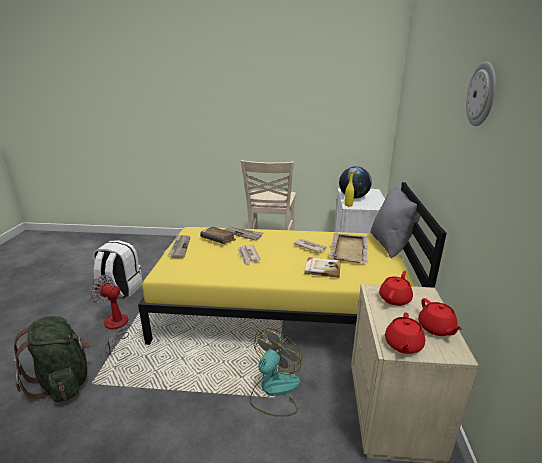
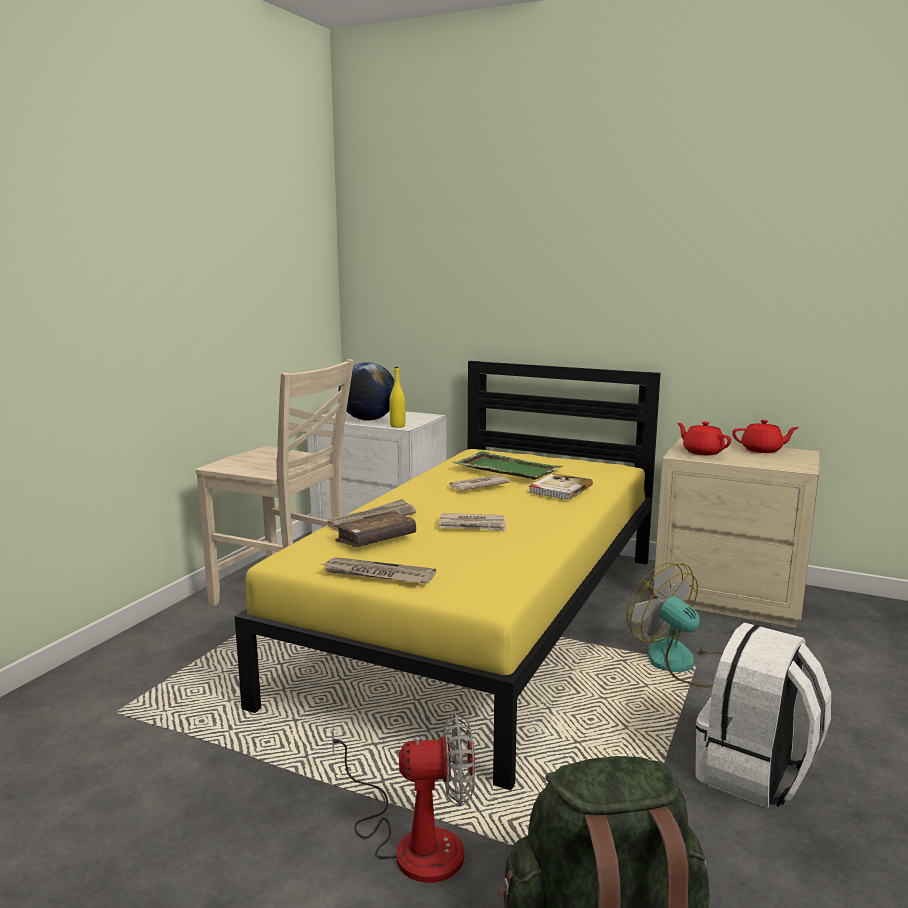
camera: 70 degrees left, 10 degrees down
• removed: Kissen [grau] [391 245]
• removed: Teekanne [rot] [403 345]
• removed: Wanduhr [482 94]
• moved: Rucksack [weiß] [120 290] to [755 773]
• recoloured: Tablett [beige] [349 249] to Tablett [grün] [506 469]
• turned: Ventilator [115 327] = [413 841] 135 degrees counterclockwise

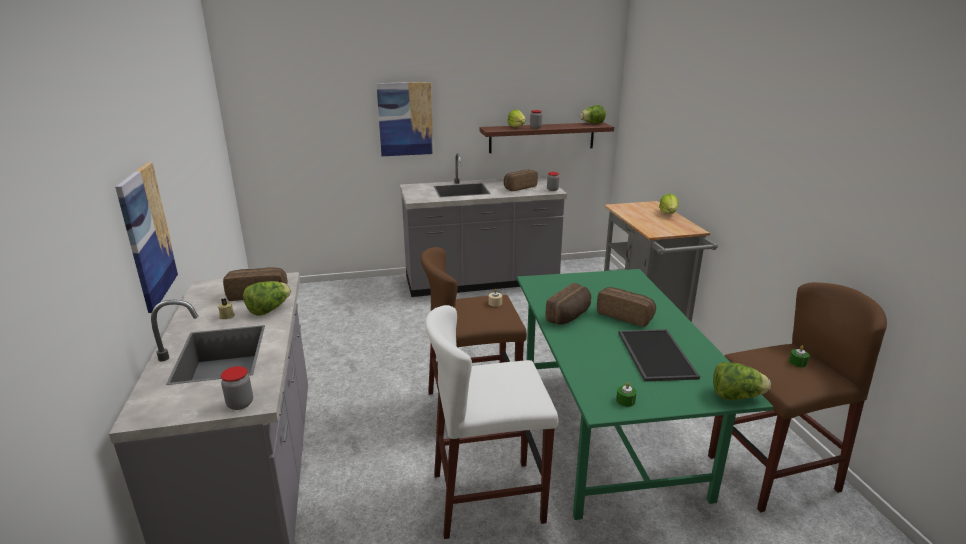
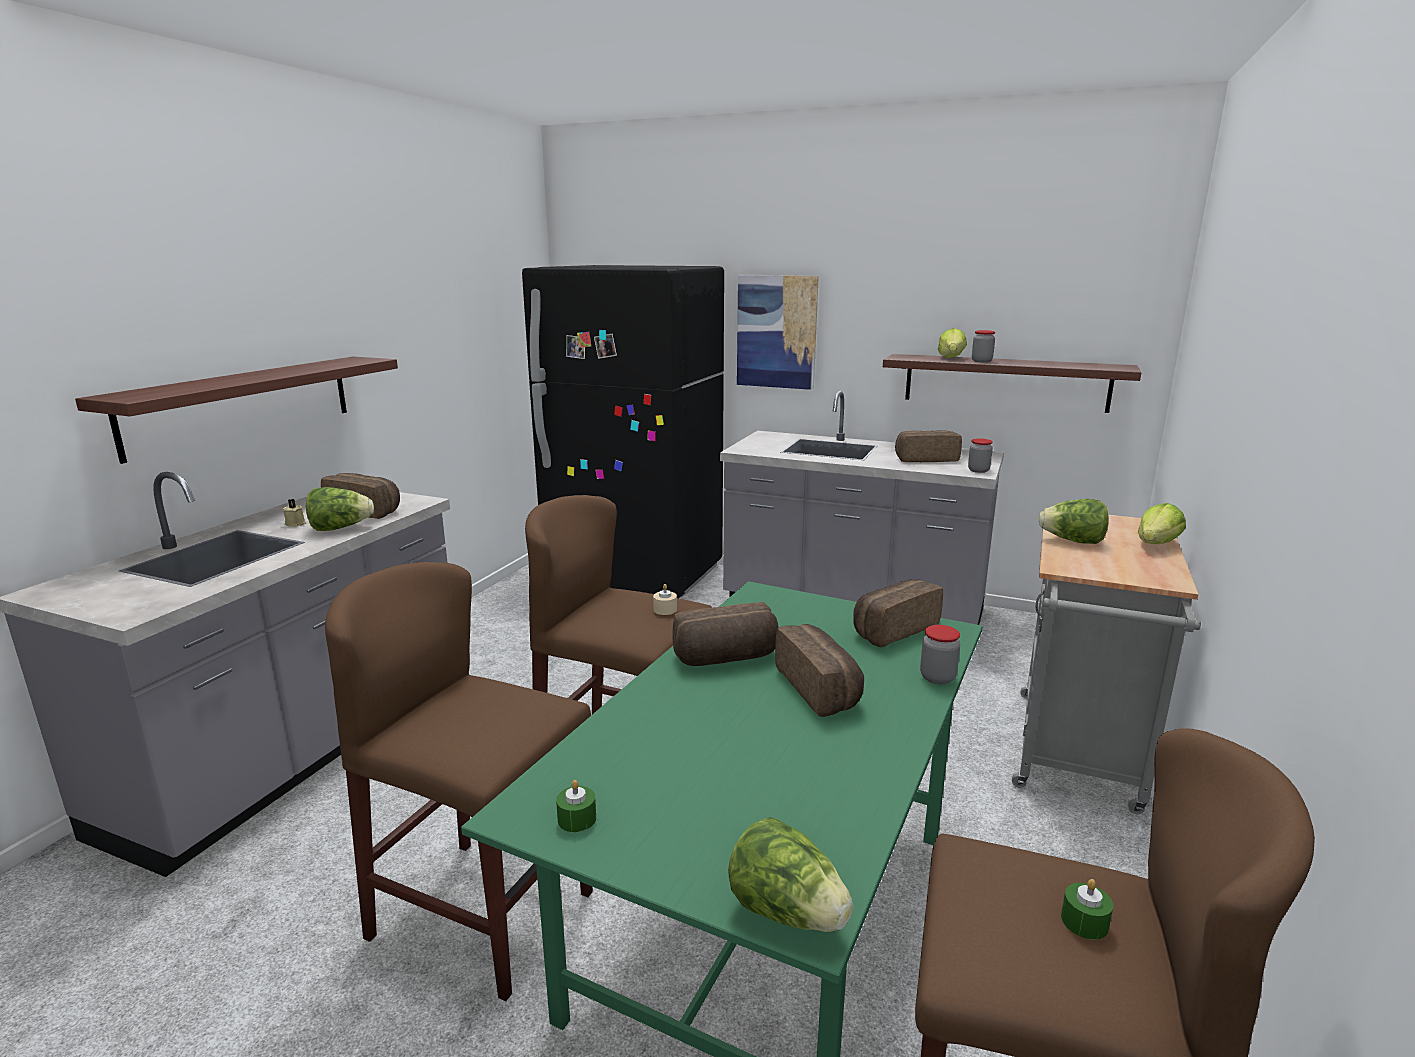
camera: 35 degrees right, 5 degrees down
• removed: Tablett [654 354]
• added: Kühlschrank [schwarz] [636 576]
• added: Brot [892 629]
• moved: Vorratsglas [240 404] to [937 678]
• moved: Salatkopf [592 123] to [1072 541]
• replaced: Bild [147 235] to Wandregal [242 404]
• recoloured: Hocker [weiß] [488 497] to Hocker [braun] [483 914]

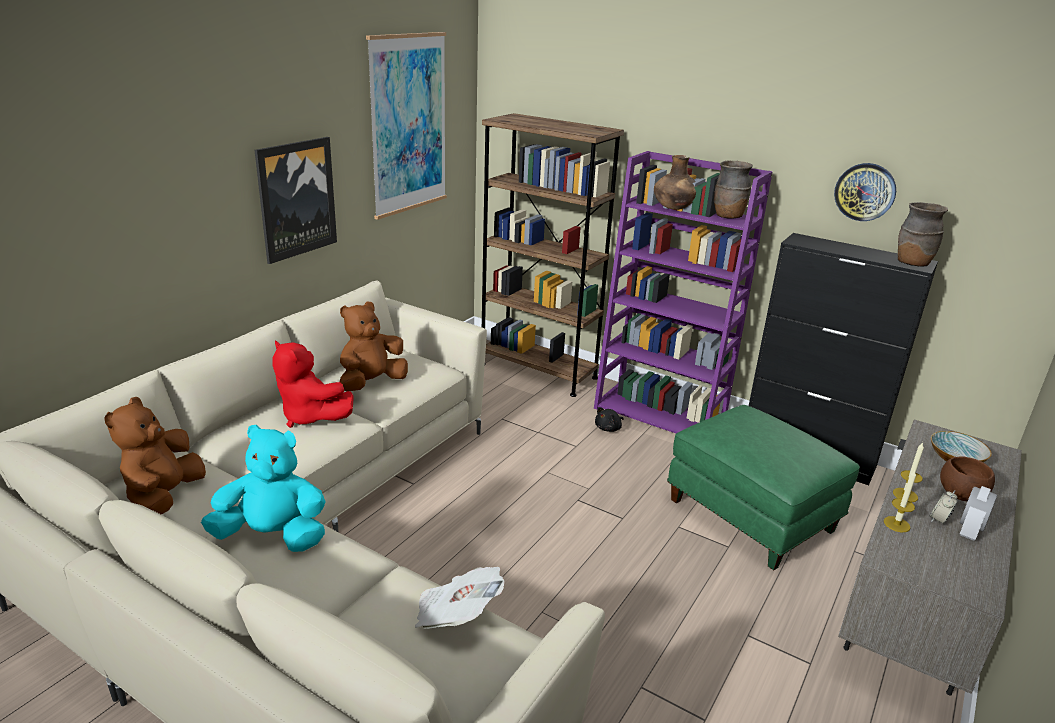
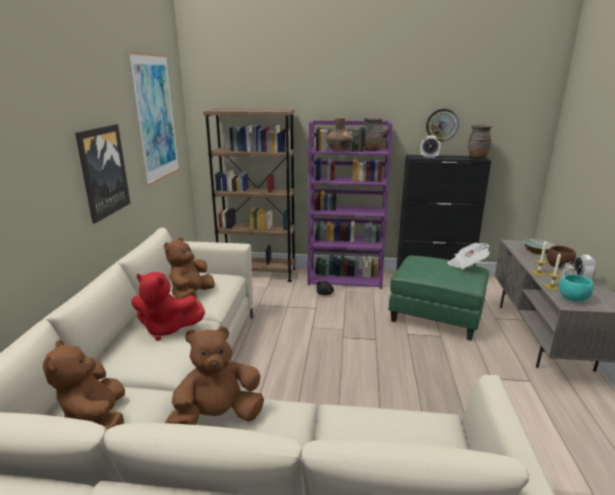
camera: 25 degrees left, 5 degrees down
• added: Wecker [429 157]
• added: Schüssel [türkis] [573 299]
• moved: Zeitung [457 615] to [466 265]
• recoloured: Plüschtier [türkis] [273 536] to Plüschtier [braun] [218 417]

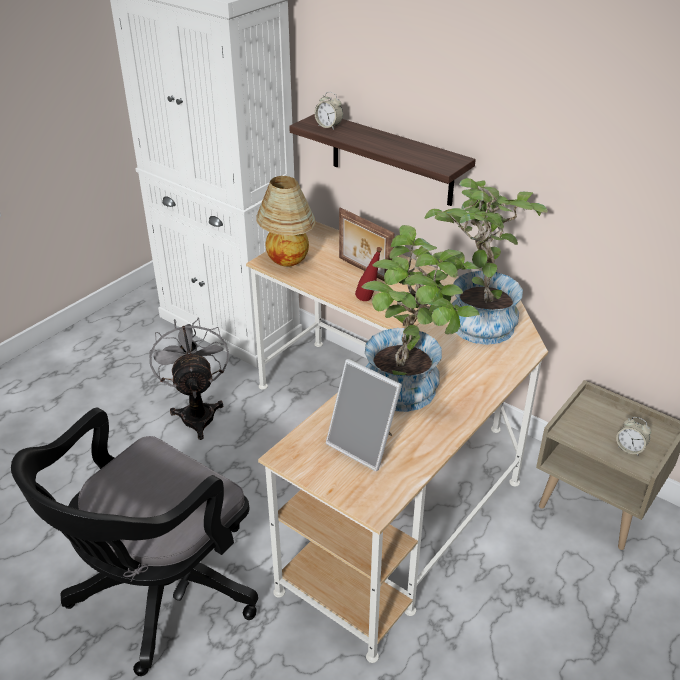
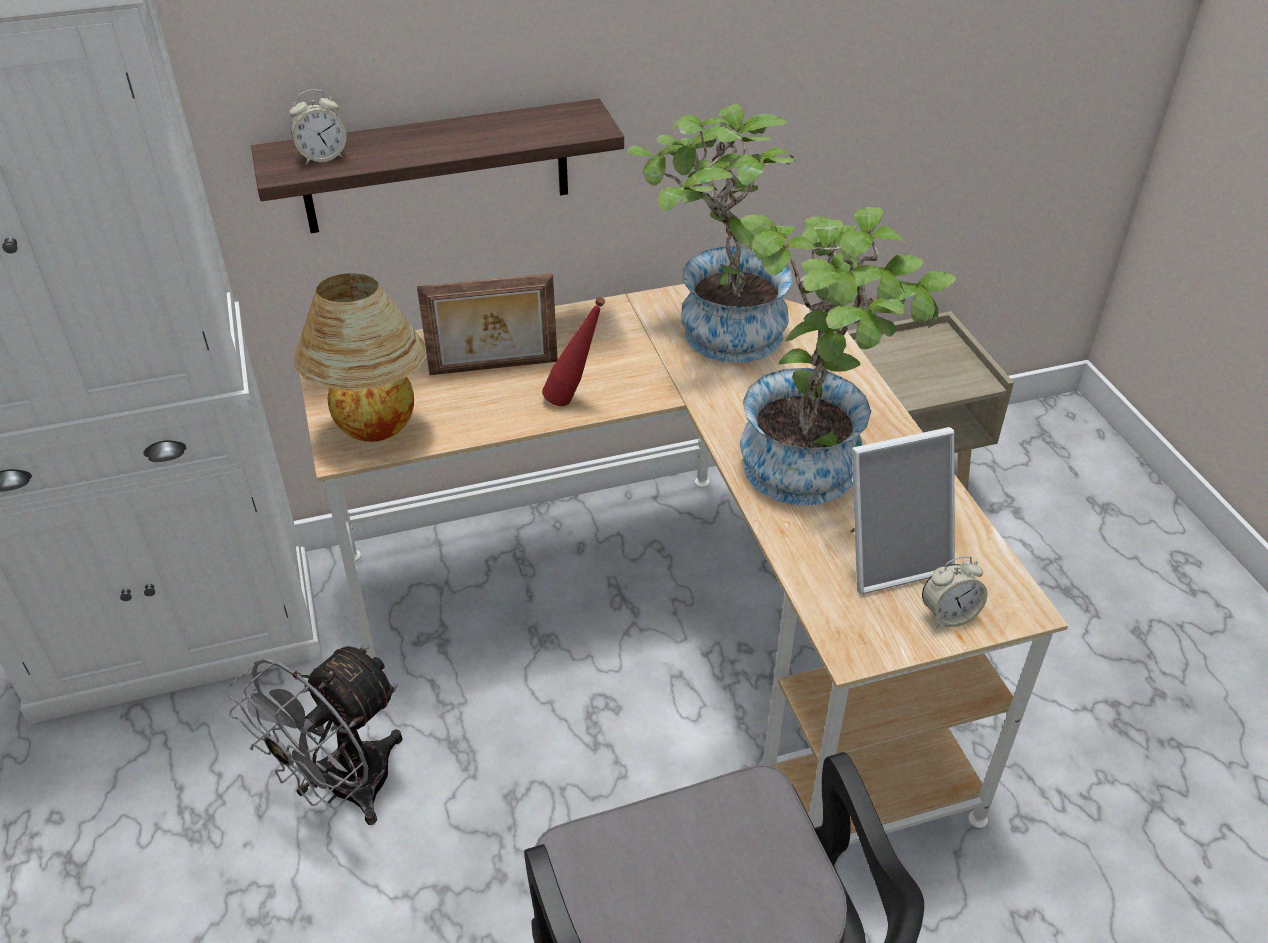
camera: 55 degrees left, 5 degrees up
• moved: Wecker [630 448] to [948 615]
• turned: Ventilator [grau] [197 412] = [343 789] 75 degrees counterclockwise

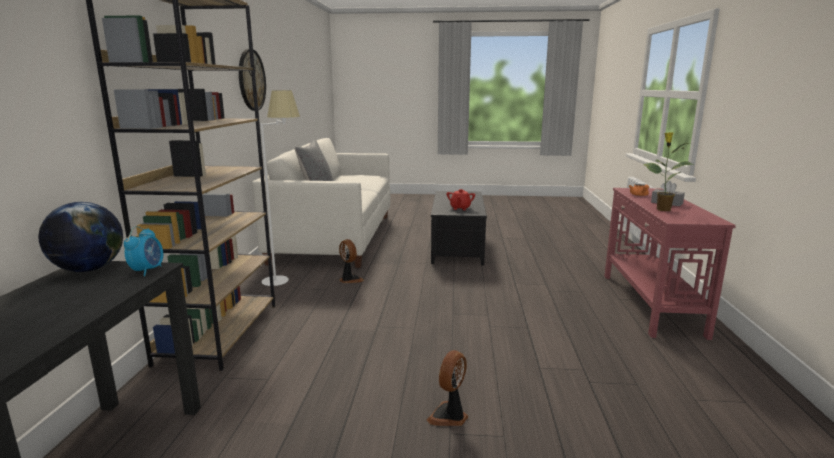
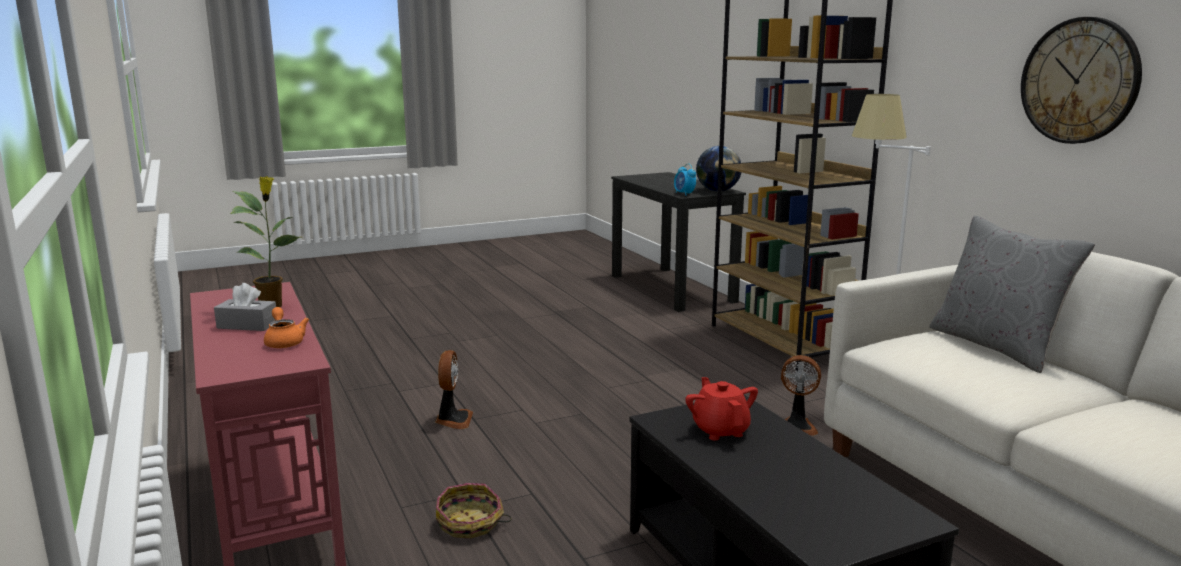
camera: 150 degrees right, 0 degrees up
• added: Korb [470 523]
• moved: Ventilator [449 416] to [453 420]

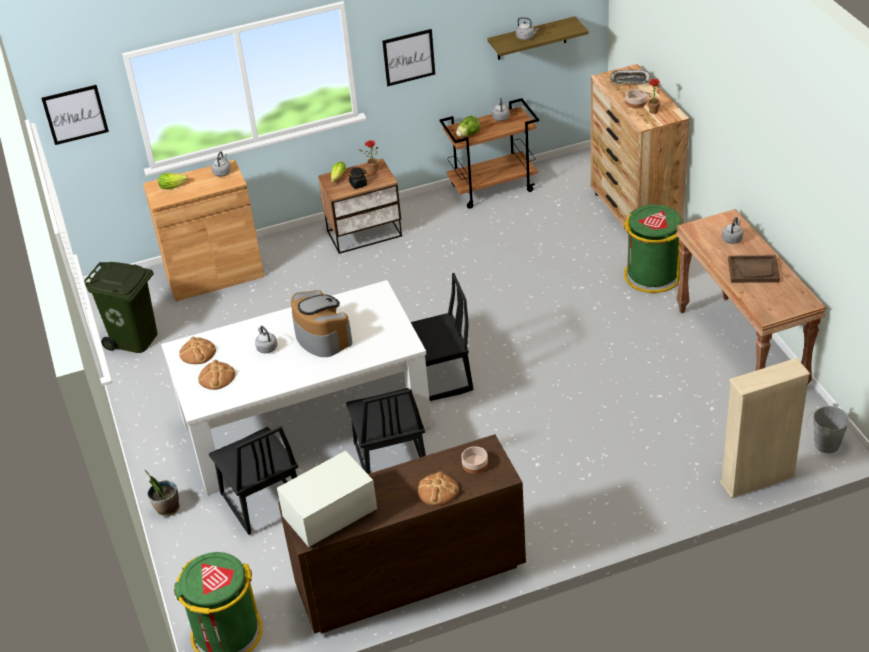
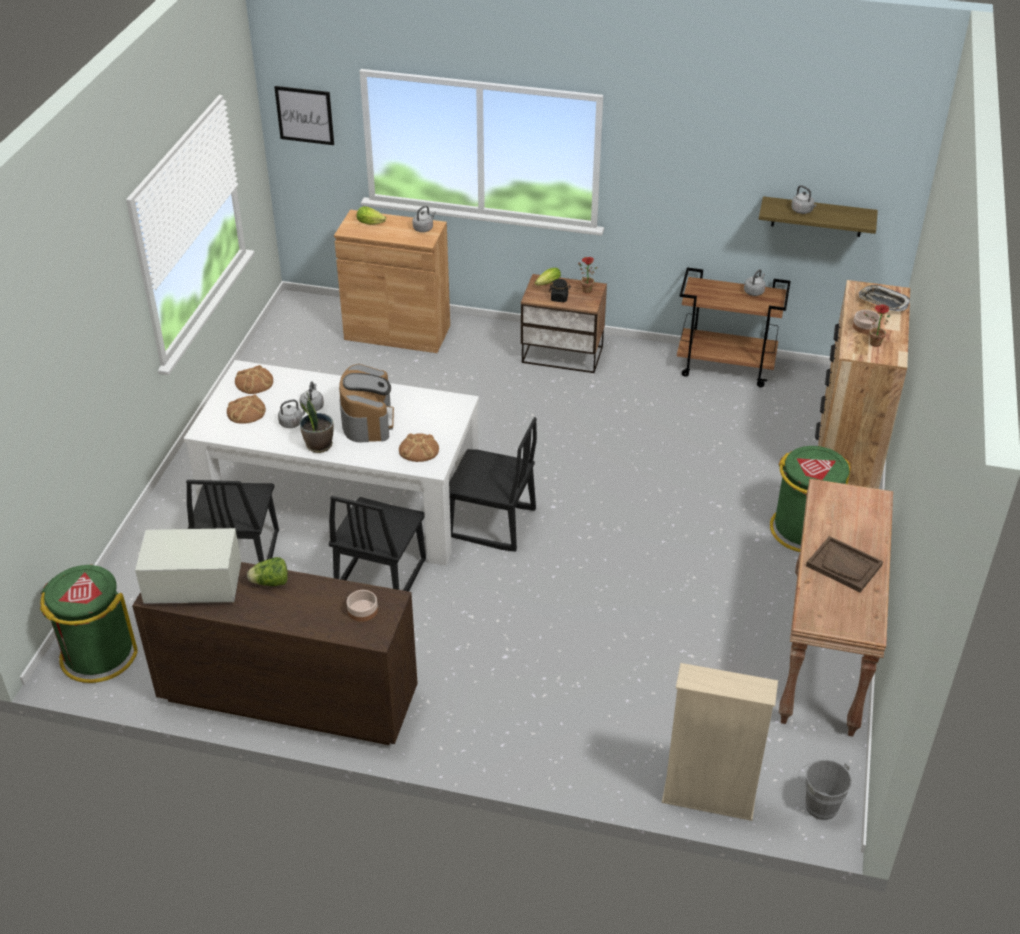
camera: 30 degrees right, 0 degrees up
• removed: Mülleimer [grün] [134 339]
• removed: Bild [409 57]
• moved: Topfpflanze [167 508] to [318 445]
• moved: Brot [438 491] to [418 449]
• moved: Salatkopf [468 135] to [270 582]
• moved: Wasserkessel [grau] [732 238] to [292 423]

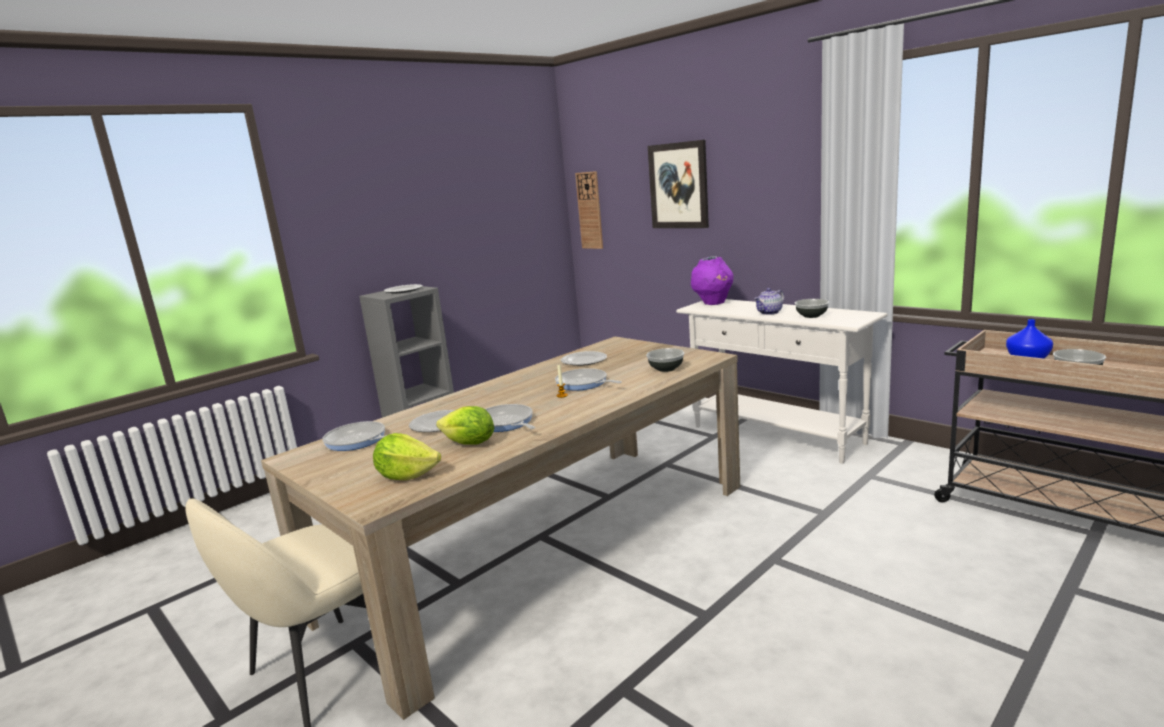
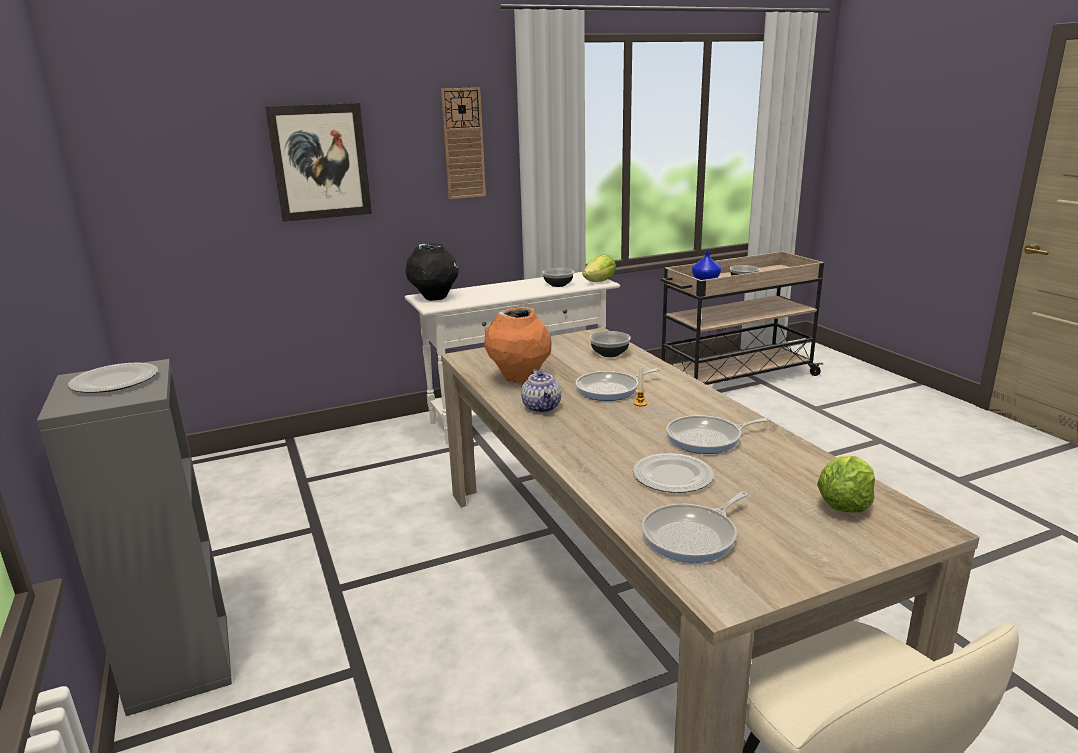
camera: 70 degrees left, 5 degrees up
• moved: Salatkopf [469 444] to [600 282]
• moved: Wanduhr [590 210] to [463 144]
• moved: Teekanne [769 312] to [542 407]
• replaced: Teller [584 360] to Vase [orange] [519 378]
• recoloured: Vase [lila] [713 303] to Vase [schwarz] [434 298]

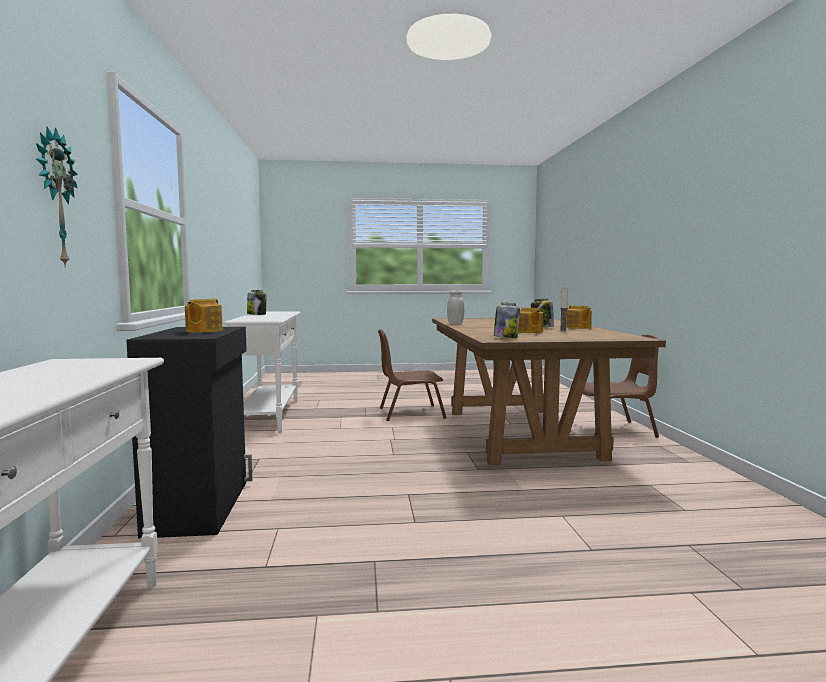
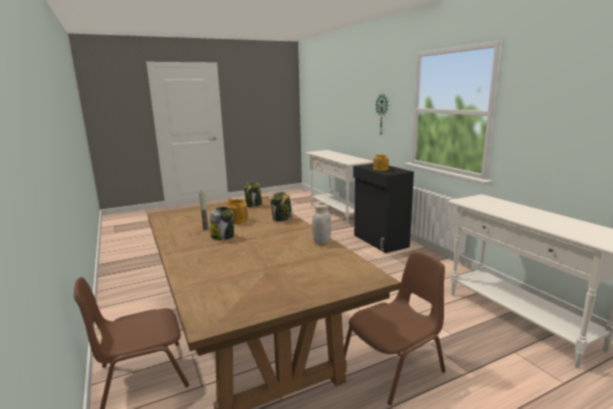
camera: 160 degrees right, 10 degrees up
• removed: Teekanne [578 327]
• moved: Vorratsglas [257 314] to [282 219]

